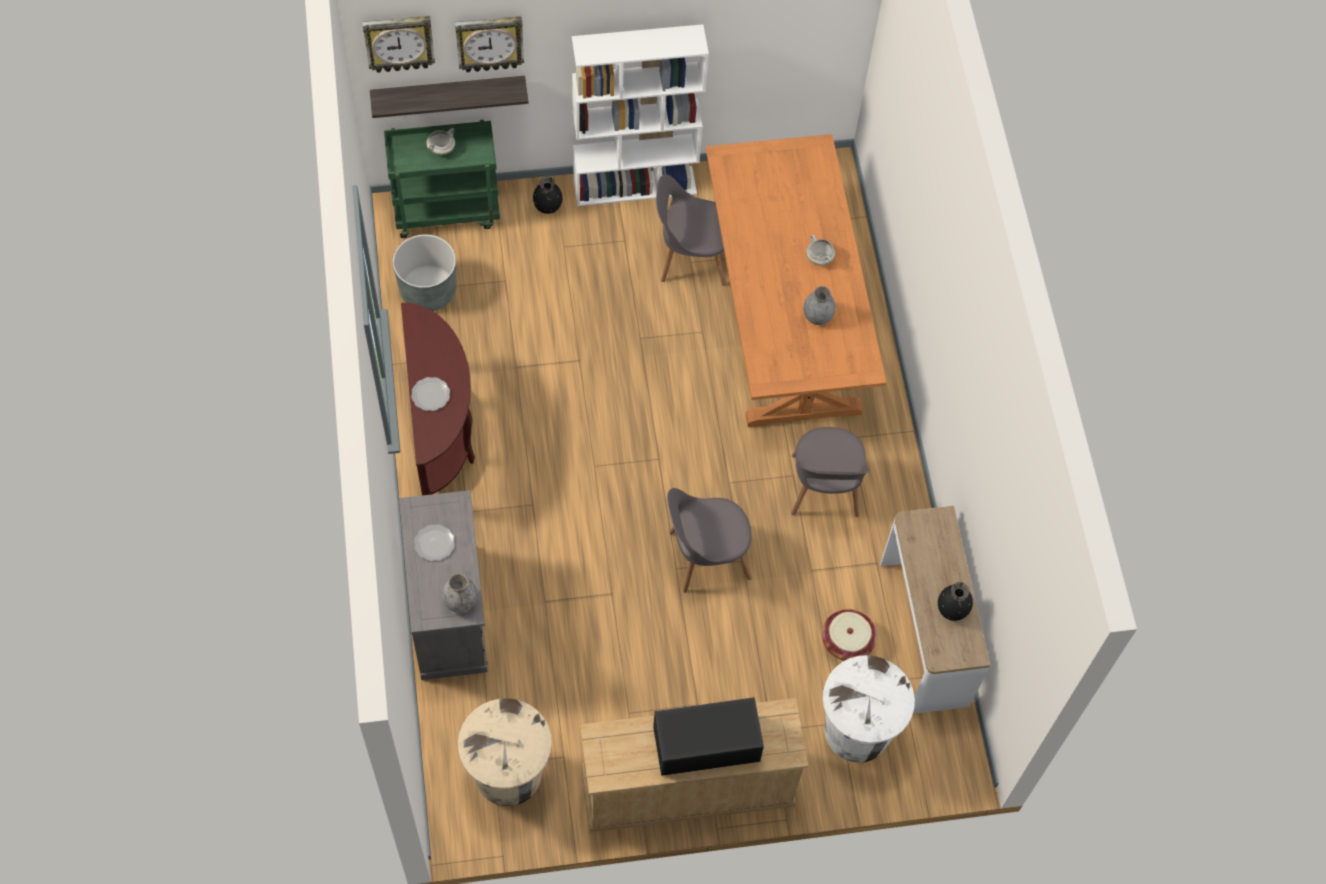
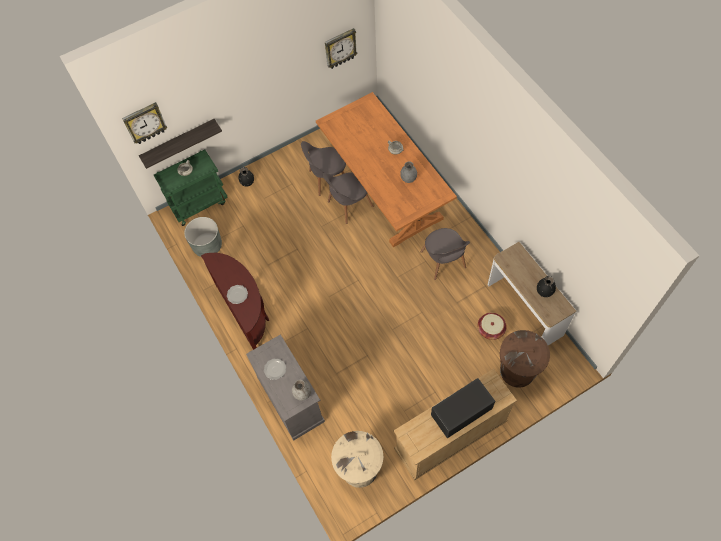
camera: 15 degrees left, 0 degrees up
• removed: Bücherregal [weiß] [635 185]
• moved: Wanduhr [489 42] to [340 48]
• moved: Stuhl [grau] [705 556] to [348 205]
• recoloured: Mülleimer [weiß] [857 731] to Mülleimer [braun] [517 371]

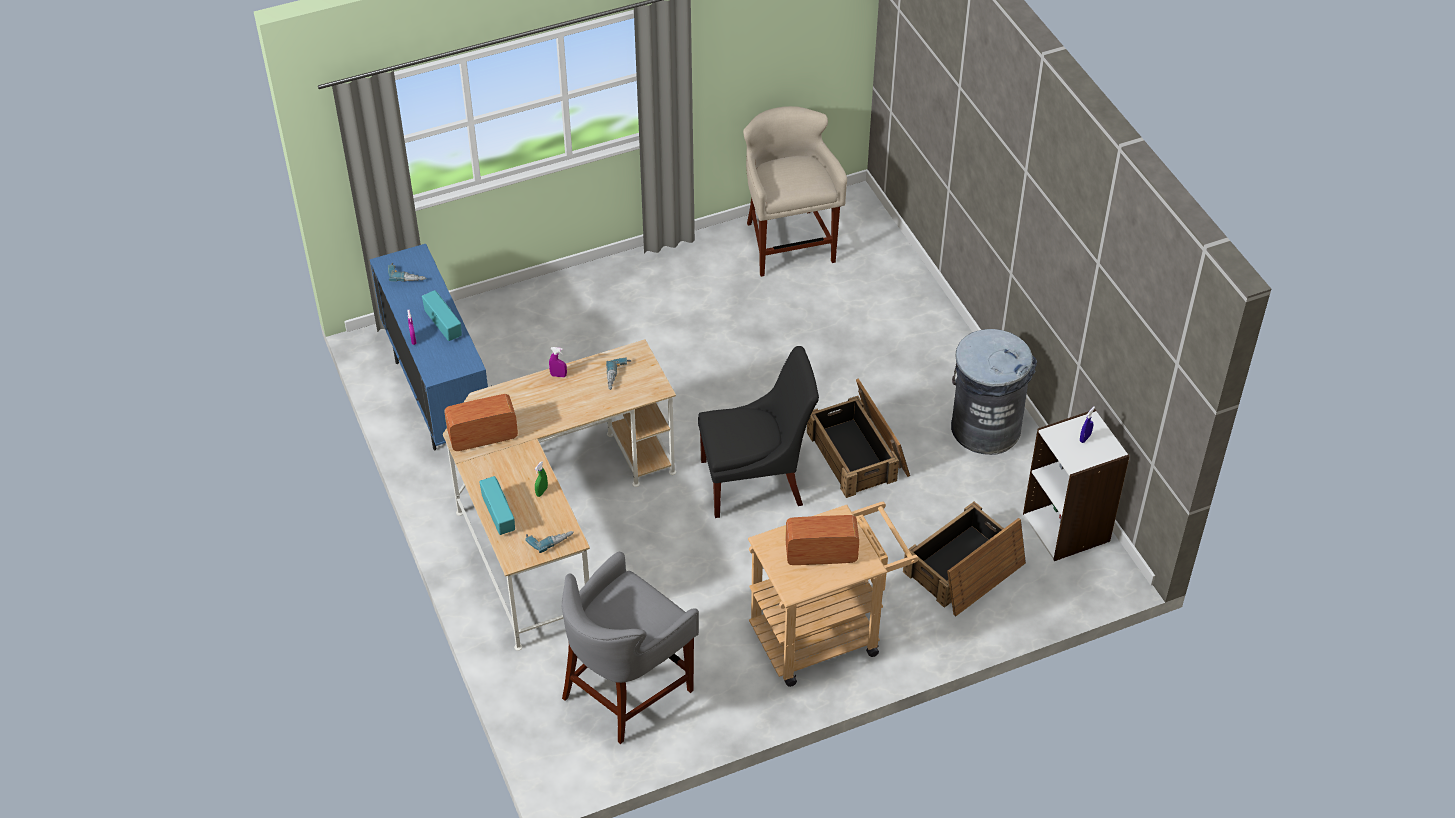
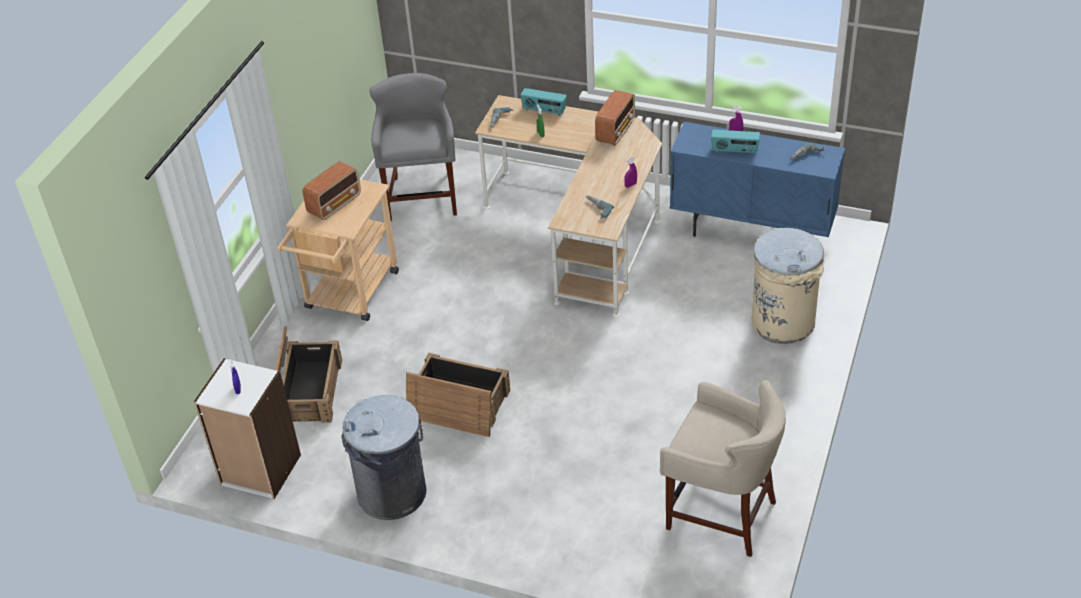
camera: 135 degrees right, 5 degrees down
• removed: Stuhl [schwarz] [757 482]
• added: Mülleimer [beige] [783 321]

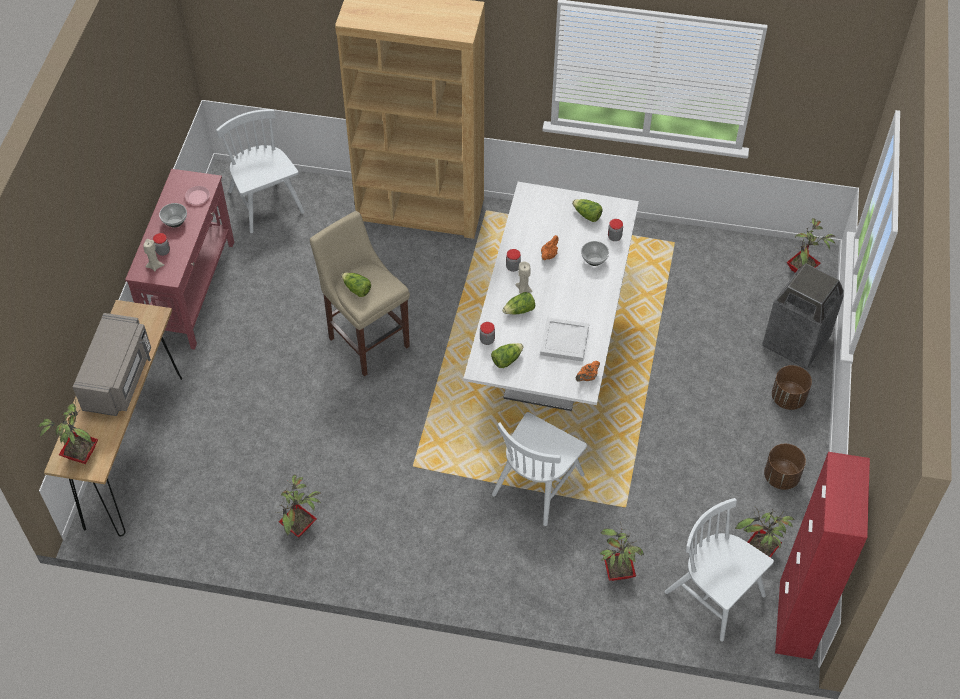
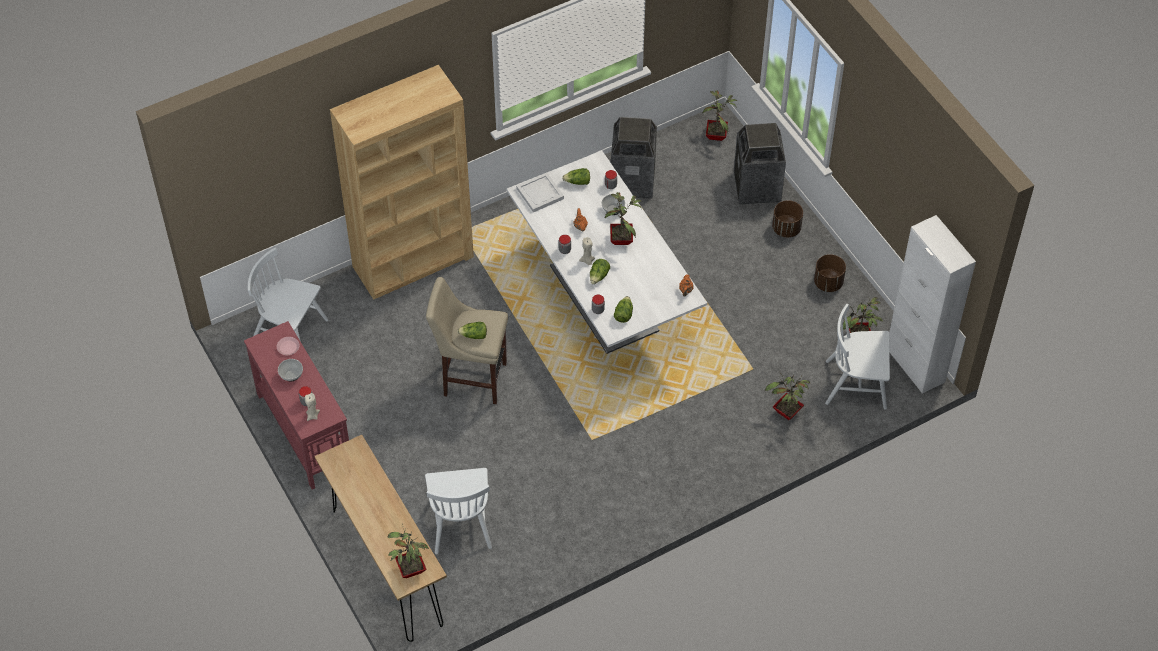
camera: 40 degrees left, 0 degrees up
• removed: Mikrowelle [grau] [119 378]
• added: Mülleimer [632 181]
• moved: Topfpflanze [300 528] to [622 240]
• moved: Stuhl [weiß] [538 484] to [460 523]
• moved: Tablett [weiß] [565 340] to [540 193]
• recoloured: Schrank [rot] [795 619] to Schrank [weiß] [915 365]

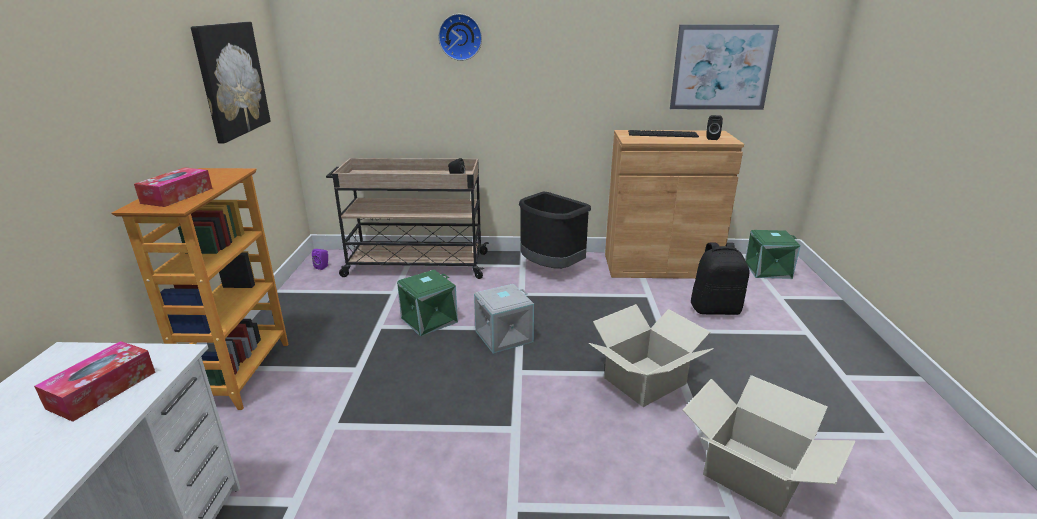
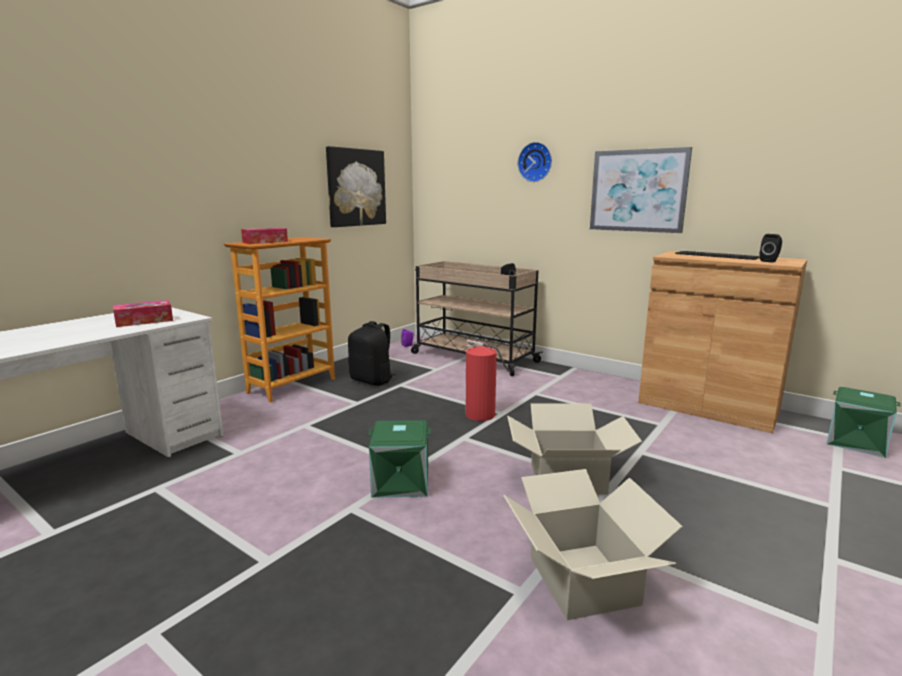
camera: 35 degrees right, 10 degrees down
• removed: Mülleimer [schwarz] [551 269]
• moved: Aufbewahrungsbox [grün] [429 320] to [400 482]
• moved: Bild [721 68] to [638 191]
• moved: Rucksack [schwarz] [715 309] to [372 380]
• replaced: Aufbewahrungsbox [grau] [504 337] to Feuerlöscher [481 414]

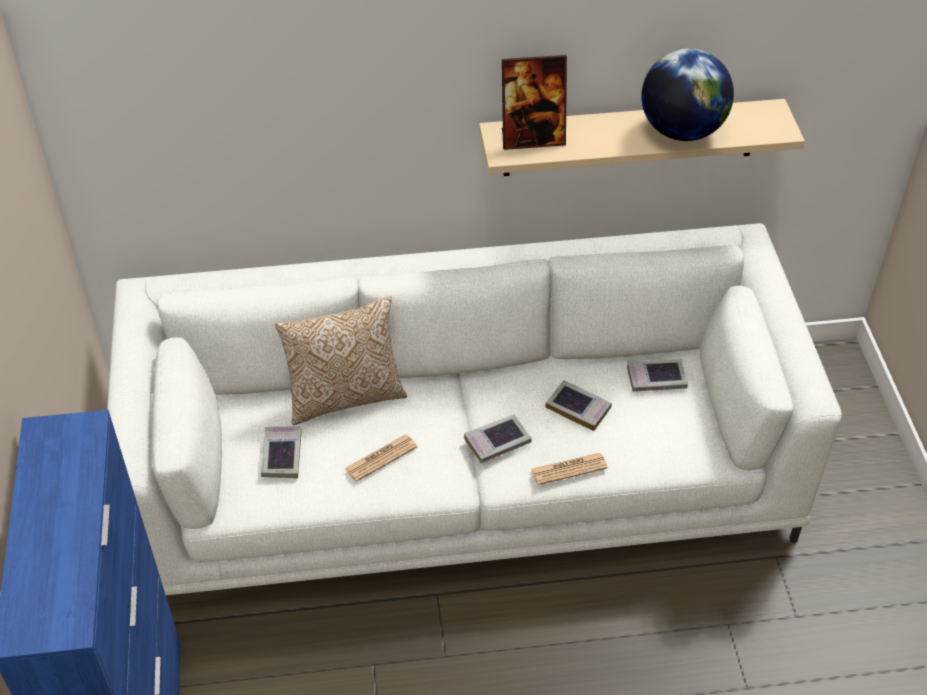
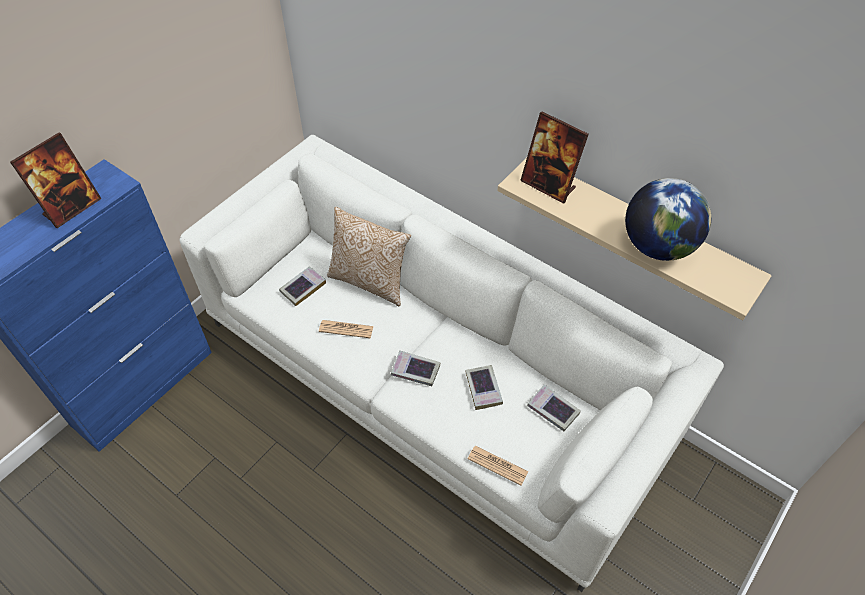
camera: 45 degrees right, 5 degrees up
• added: Bilderrahmen [72 208]
• moved: Zeitung [569 469] to [497 465]

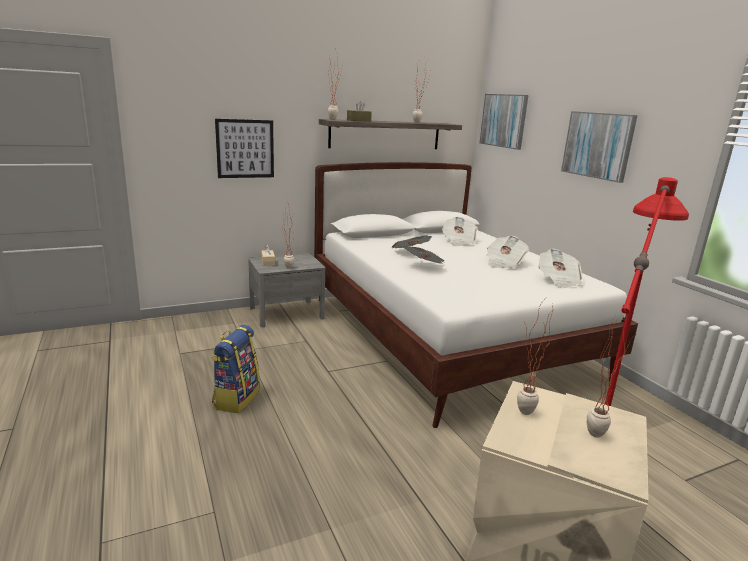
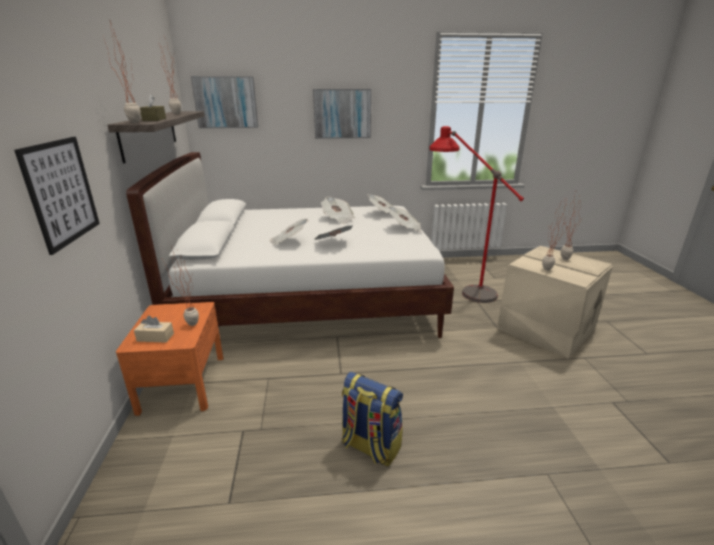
camera: 70 degrees left, 5 degrees up
• moved: Zeitung [458 241] to [405 228]
• recoloured: Nachttisch [grau] [286 313] to Nachttisch [orange] [183 383]

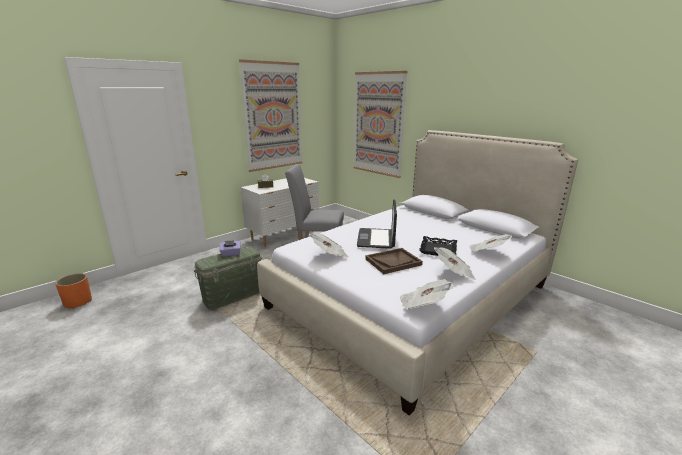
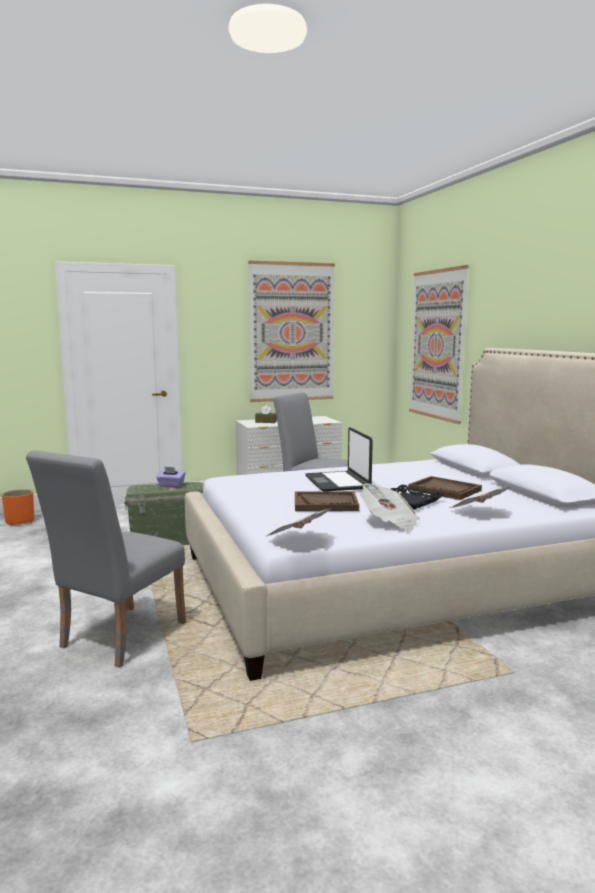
camera: 25 degrees right, 10 degrees down
• removed: Zeitung [329 254]
• added: Stuhl [grau] [116 639]
• added: Tablett [braun] [444 490]
• turned: Laptop [376 239] = [338 482] 45 degrees counterclockwise

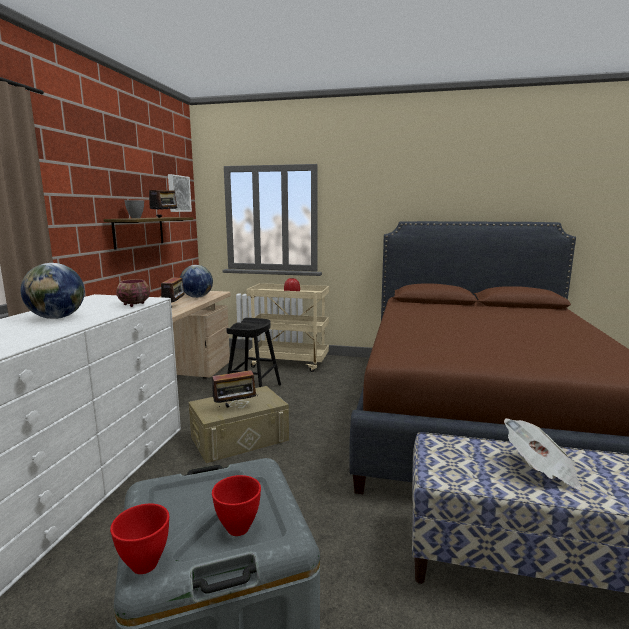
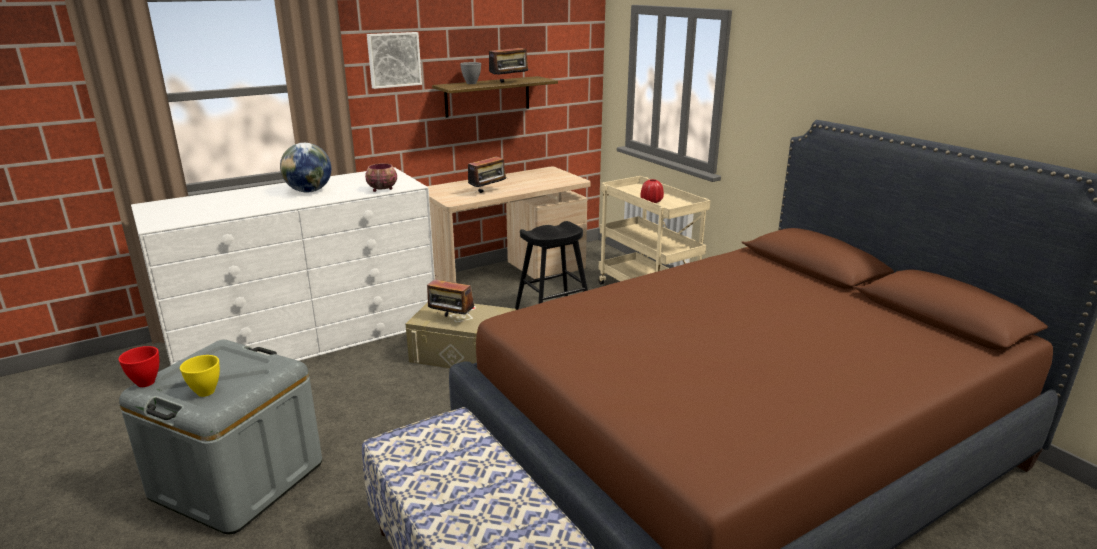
camera: 45 degrees right, 10 degrees up
• removed: Globus [197 297]
• removed: Zeitung [540 470]
• moved: Bild [178 193] to [393 59]
• recoloured: Schüssel [rot] [237 528] to Schüssel [gelb] [206 391]

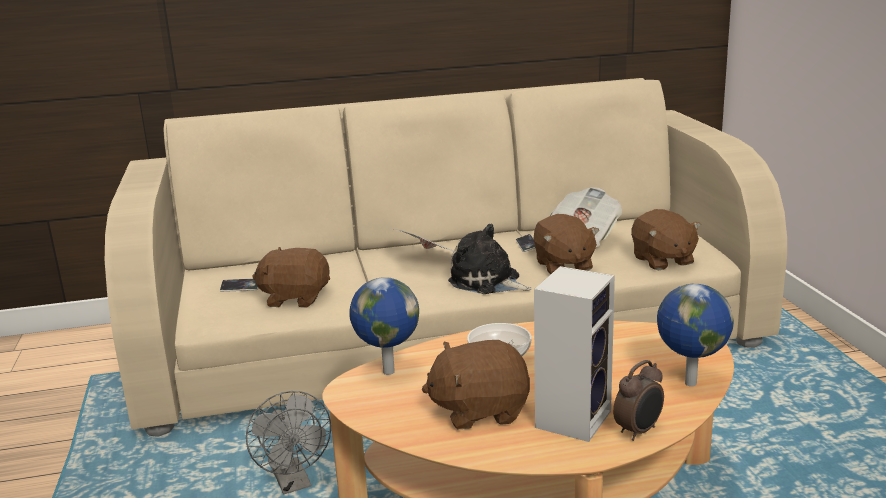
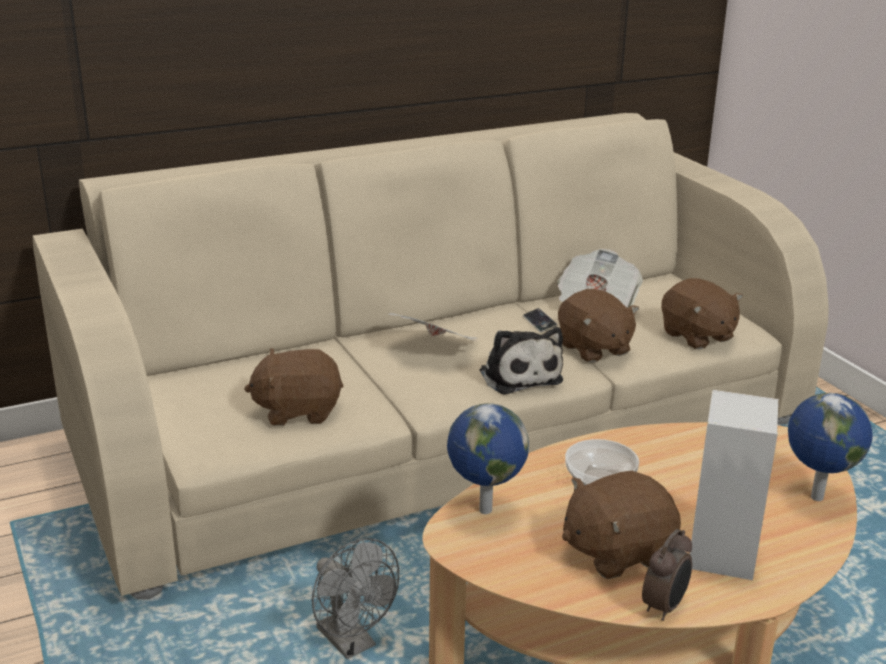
camera: 15 degrees left, 5 degrees up
• removed: Handy [240 287]
• moved: Wecker [639 431] to [665 607]
• turned: Plüschtier [487 282] = [519 375] 135 degrees counterclockwise

